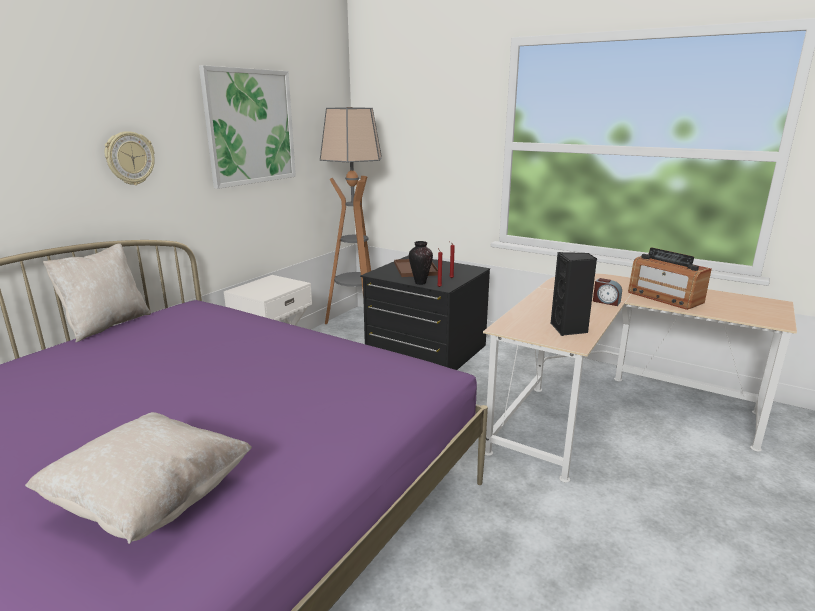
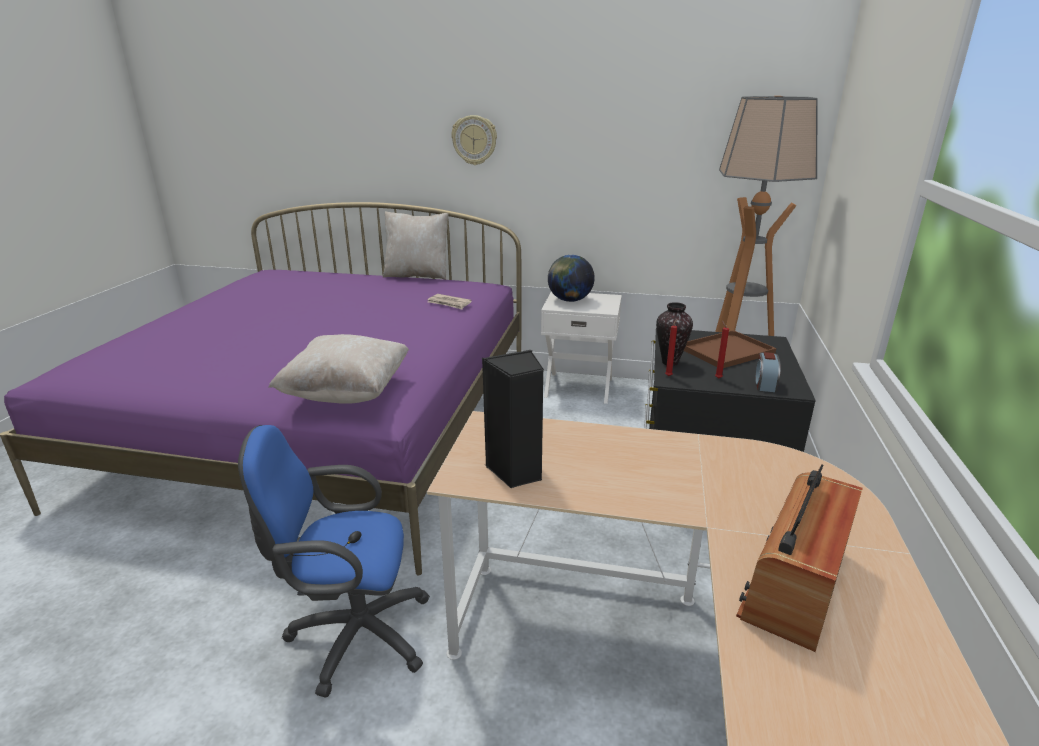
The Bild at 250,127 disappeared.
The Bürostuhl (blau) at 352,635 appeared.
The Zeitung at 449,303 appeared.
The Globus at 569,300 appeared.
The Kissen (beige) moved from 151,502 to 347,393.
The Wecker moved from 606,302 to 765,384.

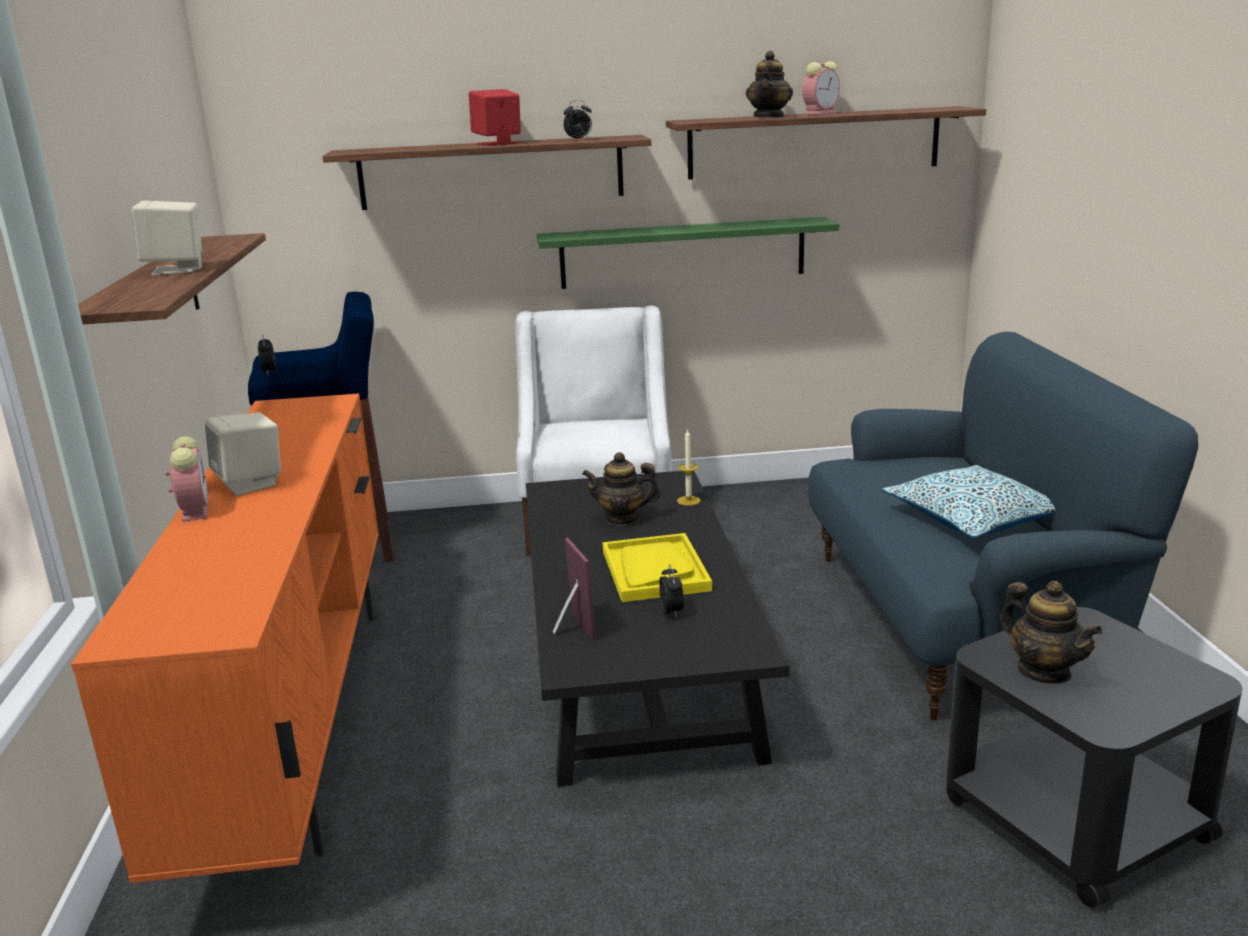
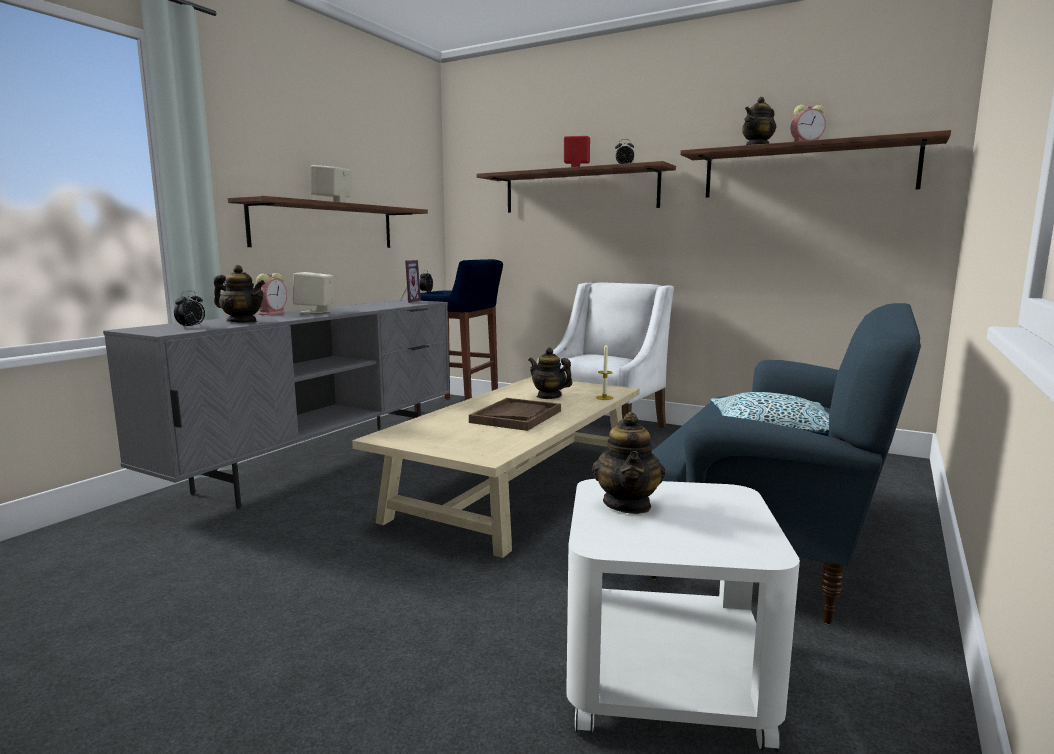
The Wandregal (grün) at 683,253 disappeared.
The Teekanne at 242,322 appeared.
The Bilderrahmen moved from 570,630 to 408,301.
The Wecker moved from 672,612 to 191,327.
The Fernsehschrank (orange) at 298,720 became the Fernsehschrank (grau) at 322,461.
The Couchtisch (schwarz) at 640,657 became the Couchtisch (beige) at 519,487.
The Tablett (gelb) at 654,570 became the Tablett (braun) at 516,416.
The Beistelltisch (schwarz) at 1072,817 became the Beistelltisch (weiß) at 665,676.

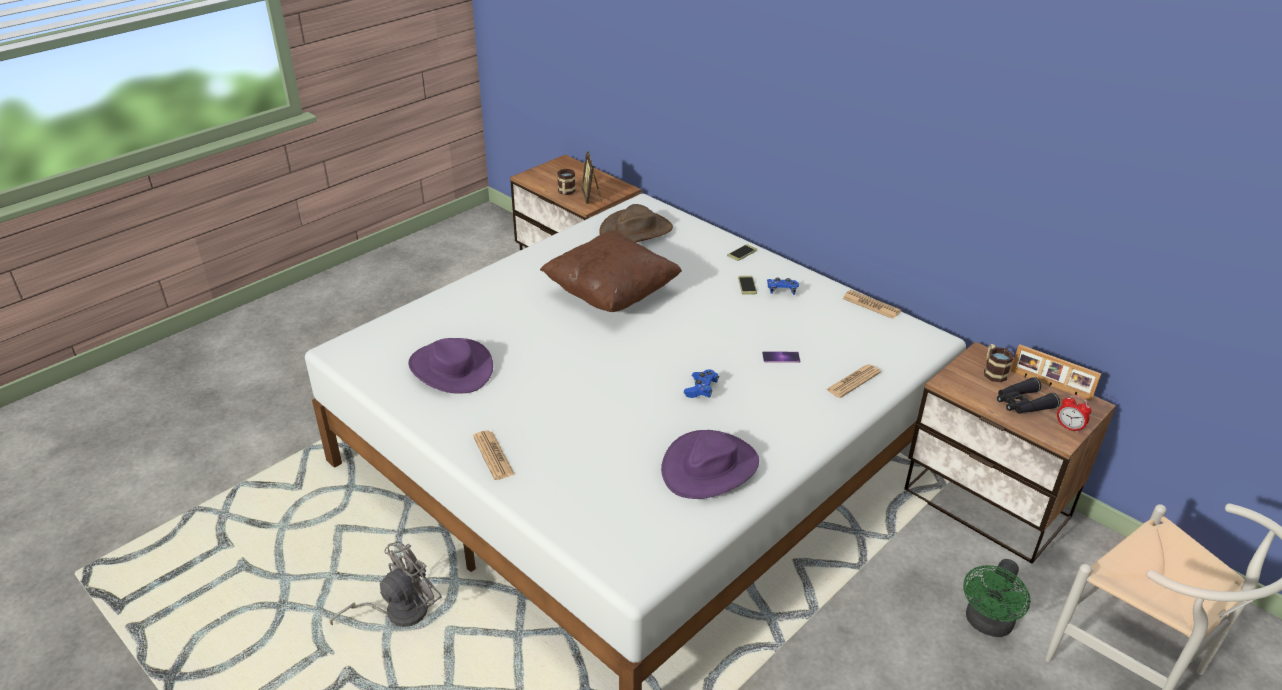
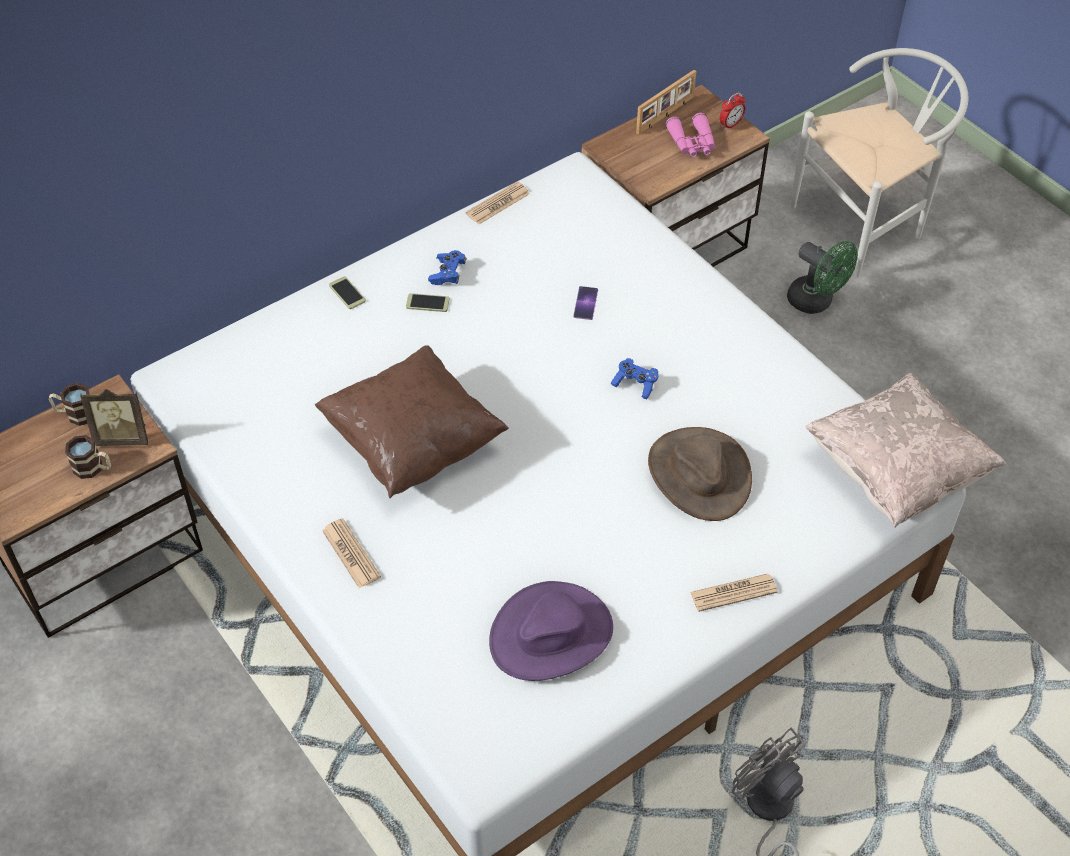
The Hut (lila) at 709,467 disappeared.
The Kissen (beige) at 896,471 appeared.
The Hut (braun) moved from 636,230 to 698,474.
The Zeitung moved from 853,381 to 351,554.
The Henkelbecher moved from 993,372 to 75,414.
The Fernglas (schwarz) at 1022,404 became the Fernglas (rosa) at 692,143.

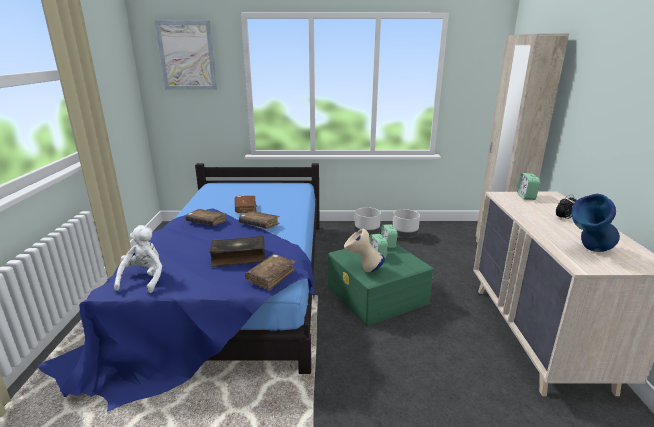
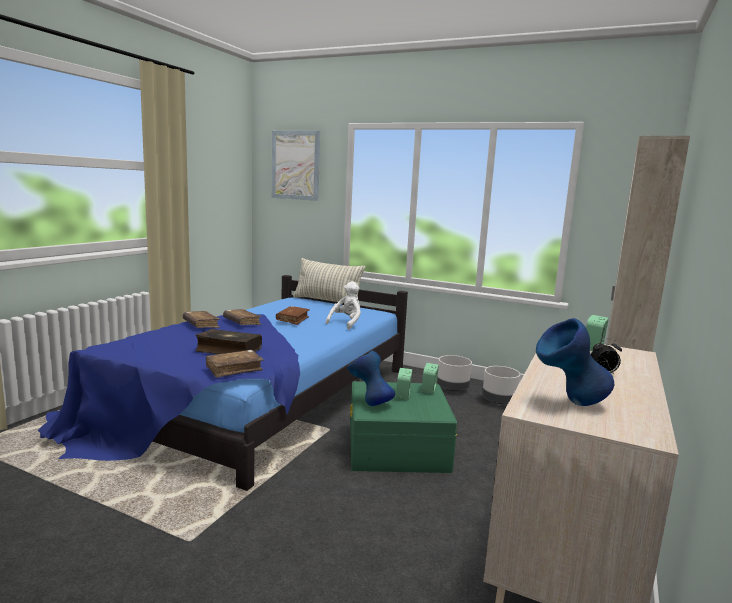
The Kissen at 327,301 appeared.
The Plüschtier (weiß) moved from 144,279 to 346,323.
The Buch (braun) moved from 259,224 to 201,325.
The Vase (beige) at 363,269 became the Vase (blau) at 369,403.

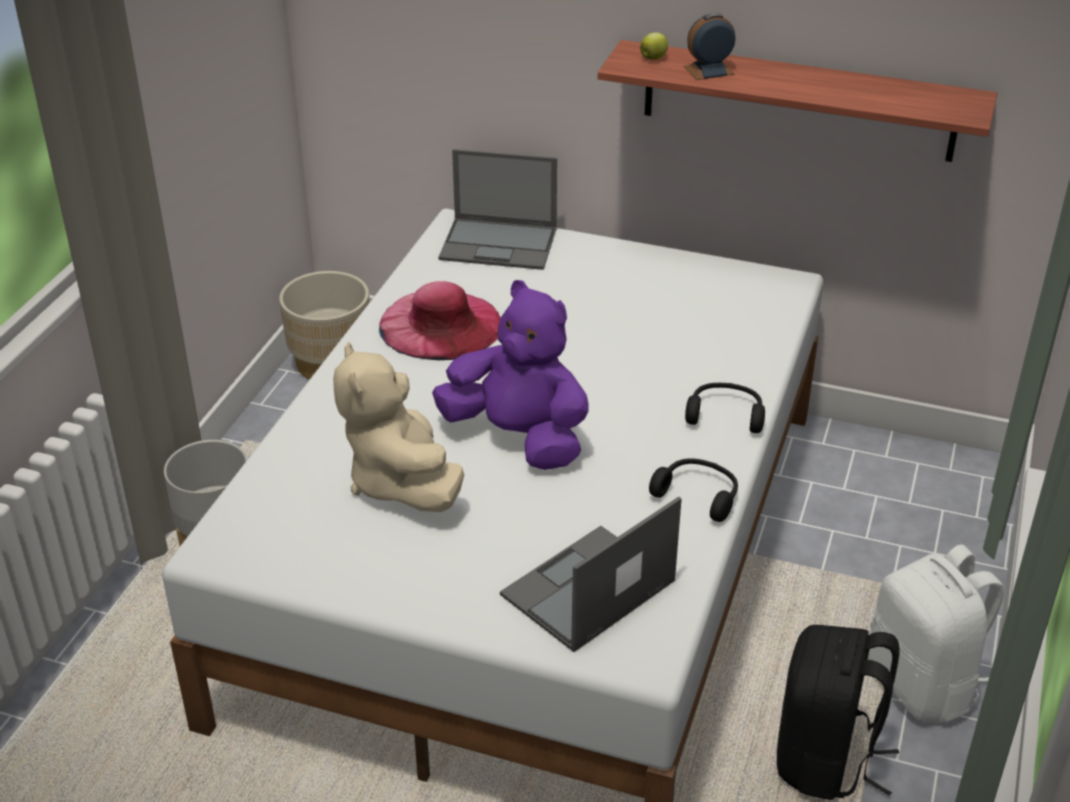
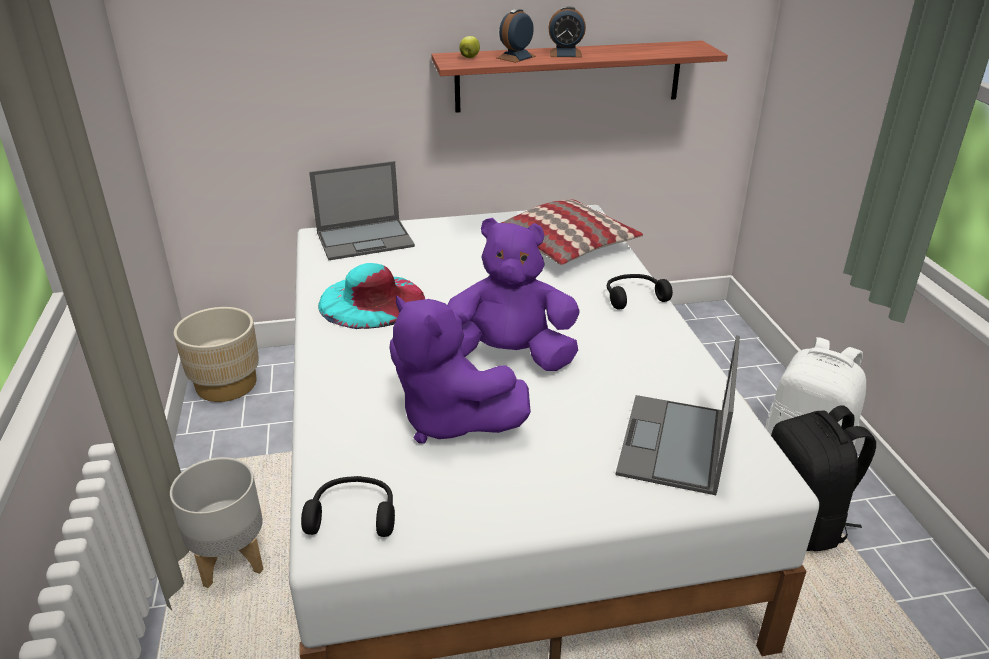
The Kissen at 567,246 appeared.
The Wecker at 565,54 appeared.
The Kopfhörer (schwarz) moved from 698,495 to 353,515.
The Plüschtier (beige) at 400,482 became the Plüschtier (lila) at 449,420.
The Hut (rosa) at 440,324 became the Hut (türkis) at 371,301.

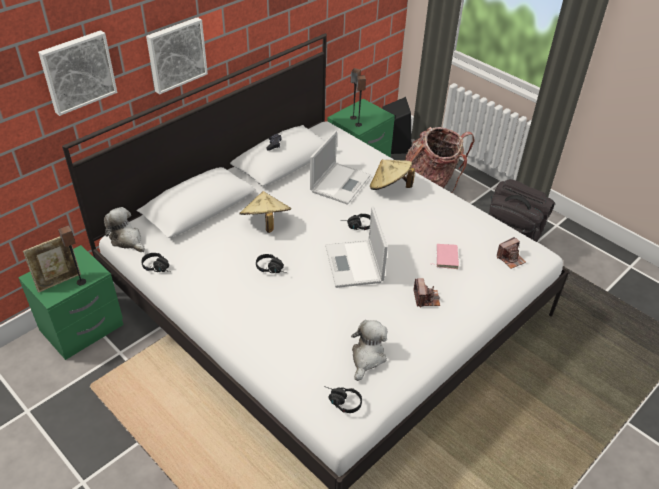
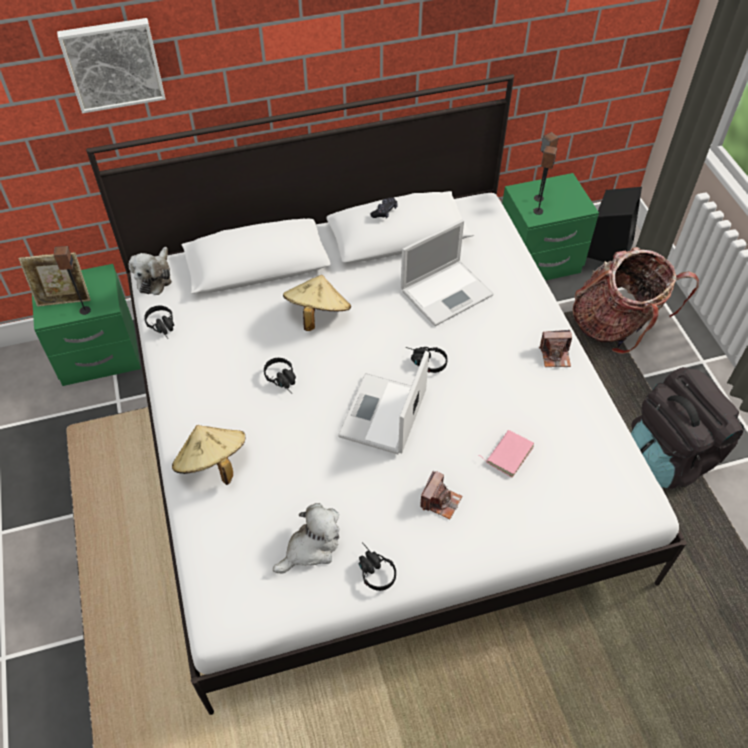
The Bild at 176,54 disappeared.
The Kopfhörer (schwarz) moved from 341,402 to 373,569.
The Hut (beige) moved from 389,187 to 212,465.
The Kamera moved from 510,259 to 555,355.
The Plüschtier at 127,240 turned 150 degrees counterclockwise.

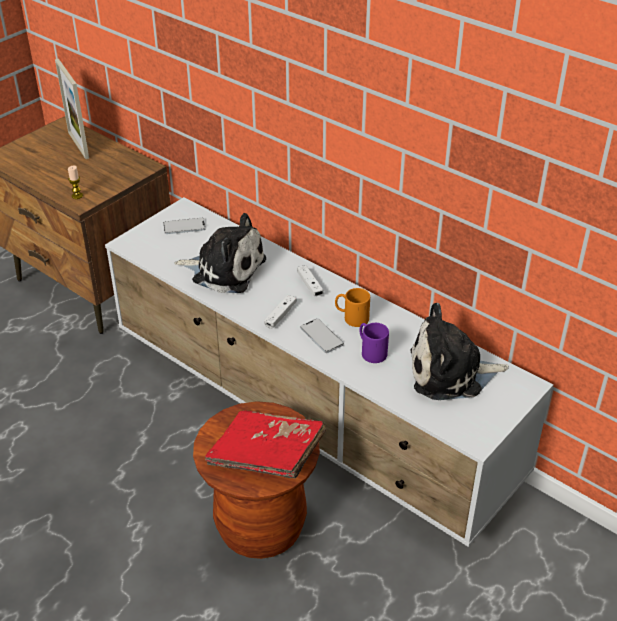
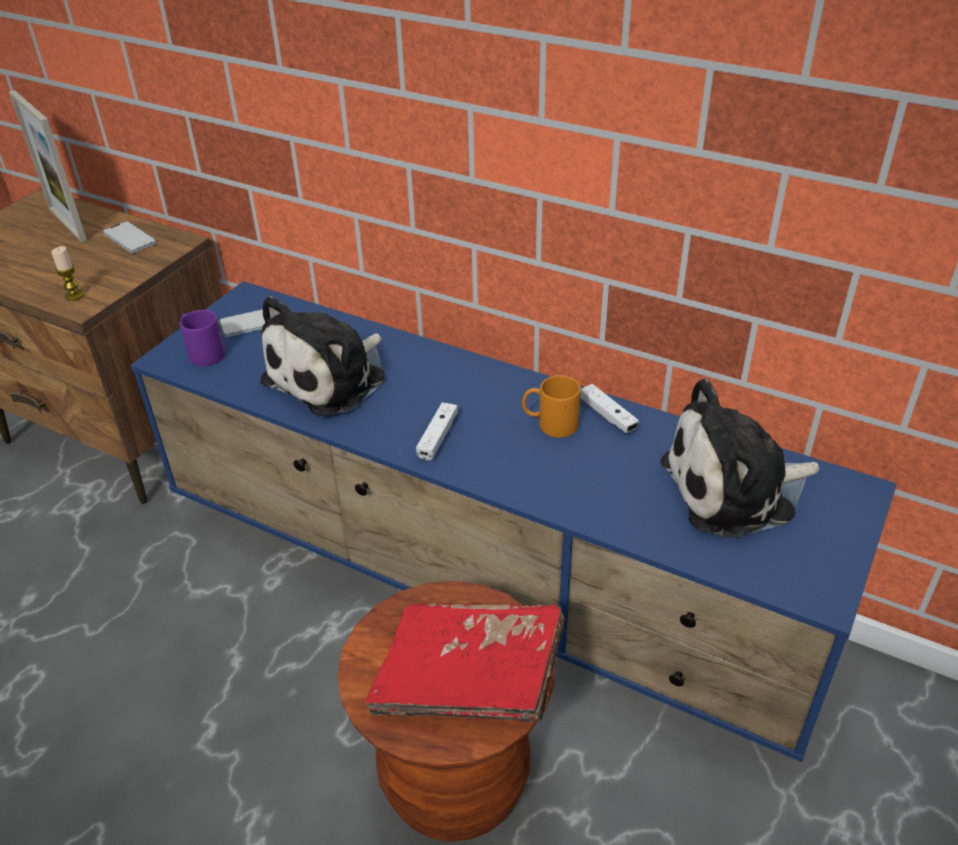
The Gamepad (weiß) moved from 310,285 to 607,415.
The Handy moved from 321,336 to 130,238.
The Henkelbecher (lila) moved from 370,351 to 202,352.
The Fernsehschrank (weiß) at 310,418 became the Fernsehschrank (blau) at 487,584.
The Plüschtier at 225,269 turned 120 degrees clockwise.

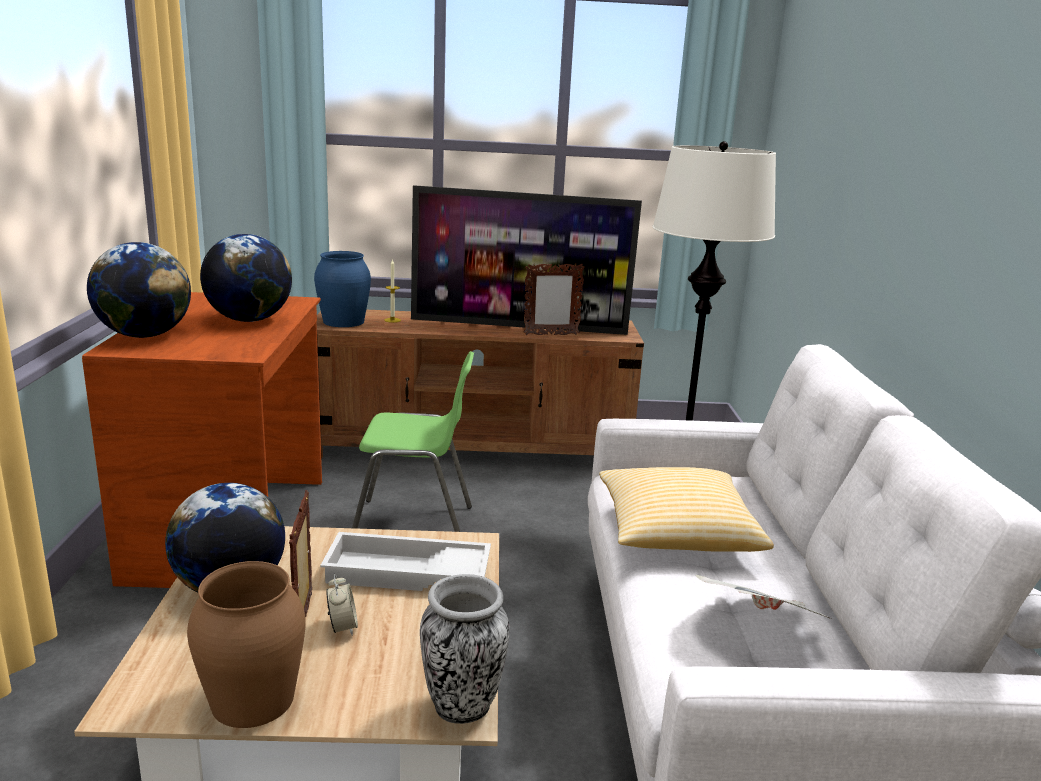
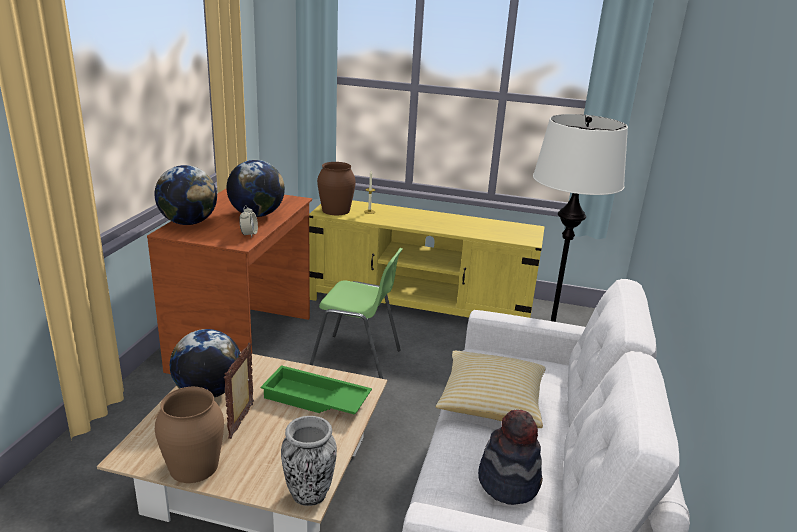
The Fernseher at 519,326 disappeared.
The Bilderrahmen at 550,335 disappeared.
The Wecker moved from 342,627 to 249,234.
The Zeitung at 760,627 was replaced by the Hut at 508,481.
The Vase (blau) at 344,321 became the Vase (braun) at 336,210.
The Fernsehschrank (braun) at 474,448 became the Fernsehschrank (gelb) at 421,305.
The Tablett (weiß) at 406,574 became the Tablett (grün) at 314,400.

